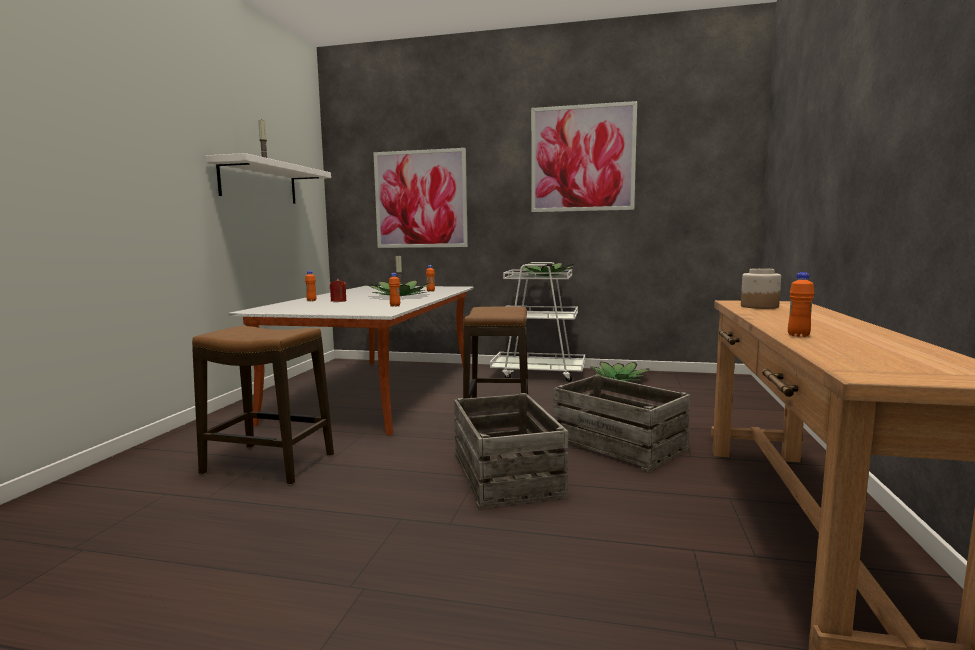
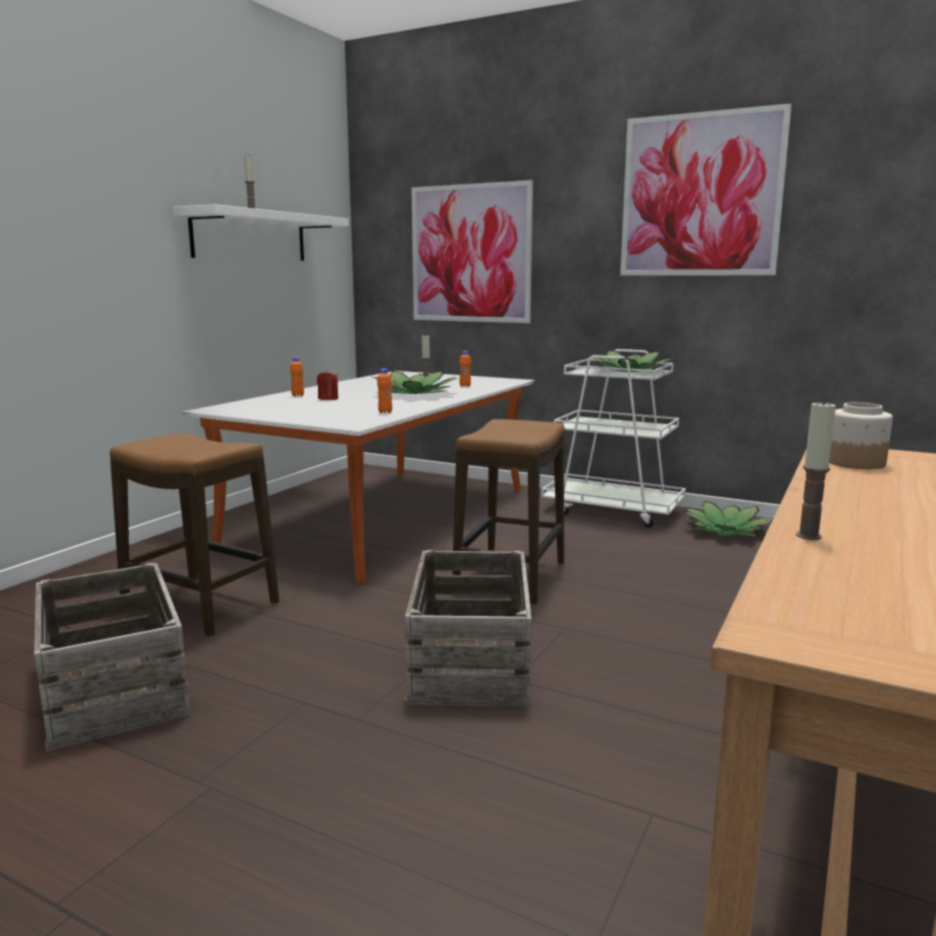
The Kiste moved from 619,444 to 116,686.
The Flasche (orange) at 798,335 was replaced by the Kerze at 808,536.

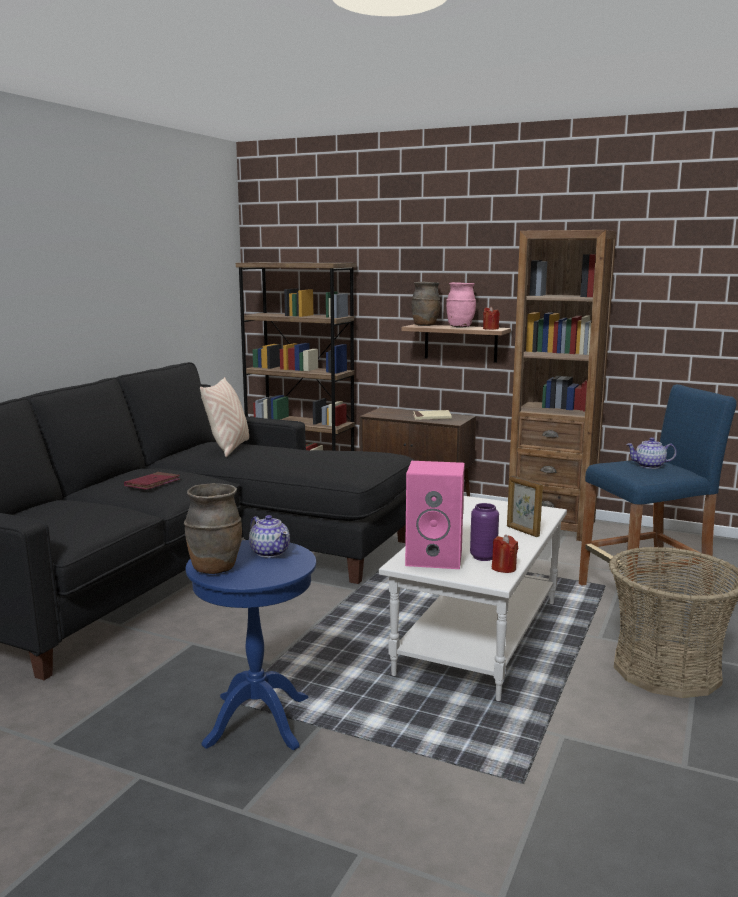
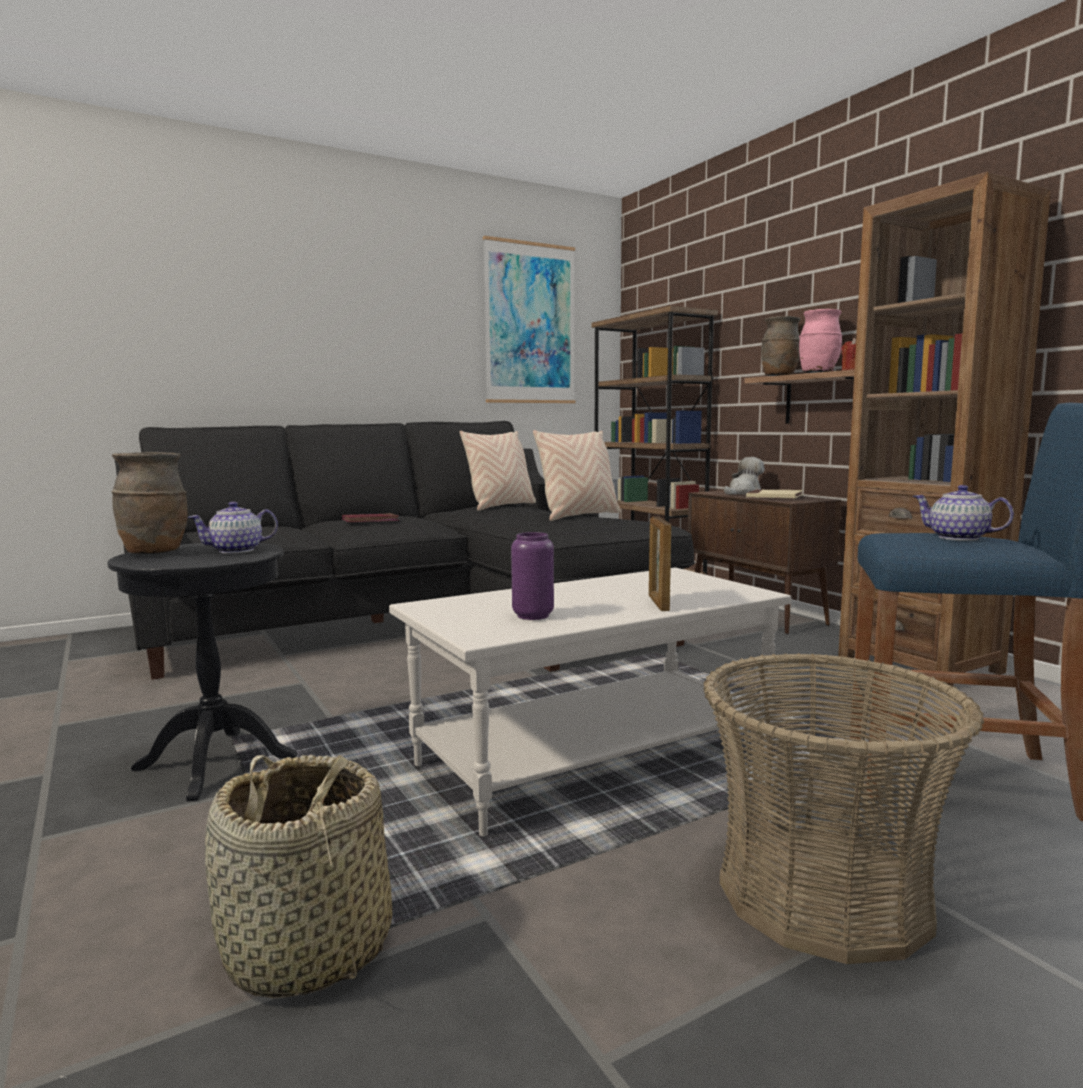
The Lautsprecher (rosa) at 435,558 disappeared.
The Kerze (rot) at 503,568 disappeared.
The Korb at 308,950 appeared.
The Bild at 530,324 appeared.
The Kissen (beige) at 579,516 appeared.
The Plüschtier at 743,493 appeared.
The Beistelltisch (blau) at 257,721 became the Beistelltisch (schwarz) at 216,763.
The Teekanne at 270,552 turned 60 degrees clockwise.

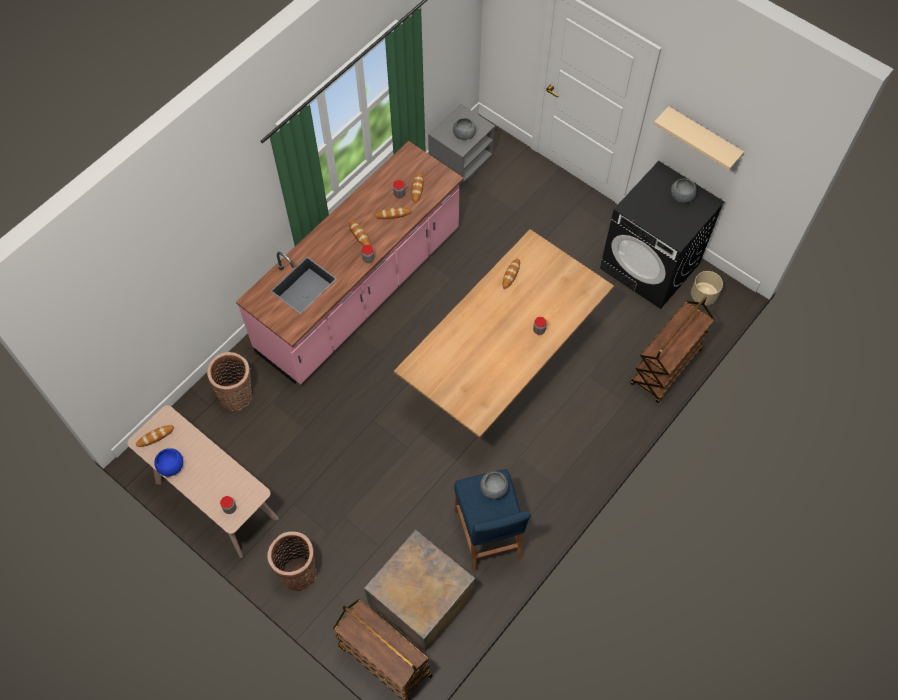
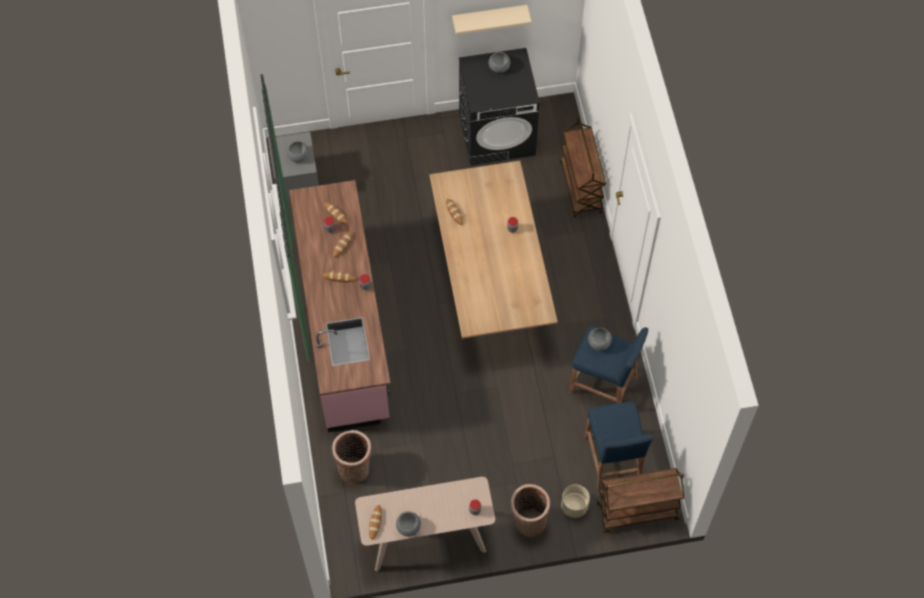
The Pflanzkübel (beige) moved from 703,296 to 574,506.
The Kiste at 419,598 was replaced by the Hocker (blau) at 612,459.
The Schüssel (blau) at 171,466 became the Schüssel (grau) at 408,527.

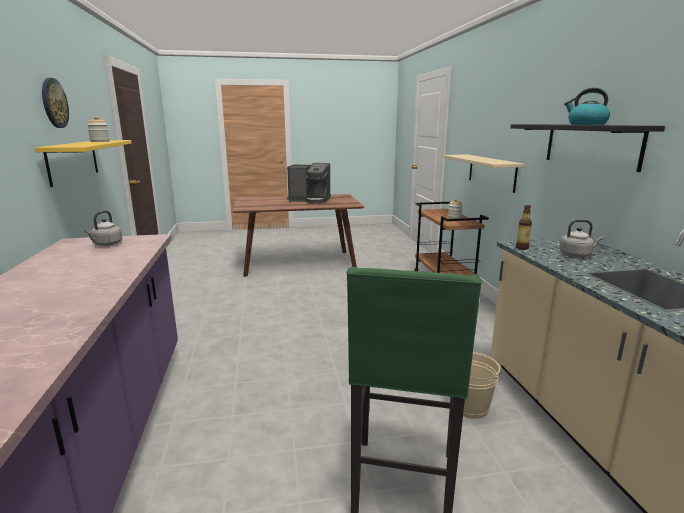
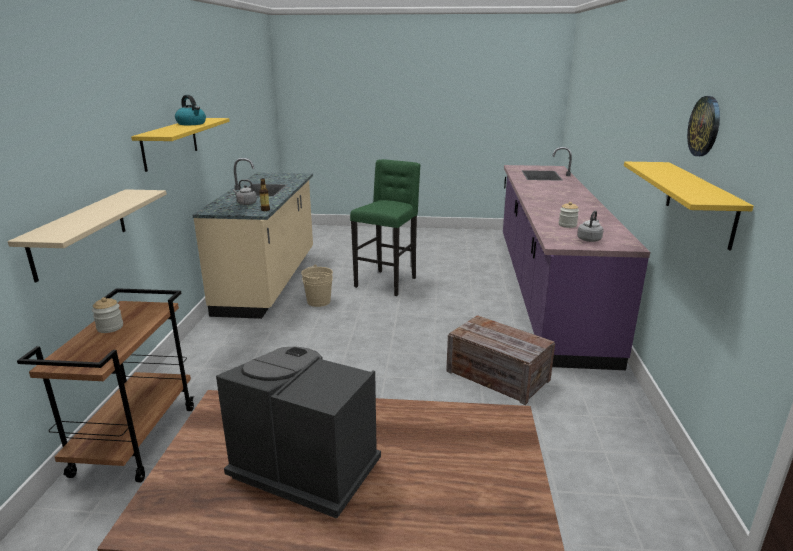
The Kiste at 498,376 appeared.
The Vorratsglas moved from 100,141 to 567,225.
The Wandregal (schwarz) at 590,145 became the Wandregal (gelb) at 170,143.

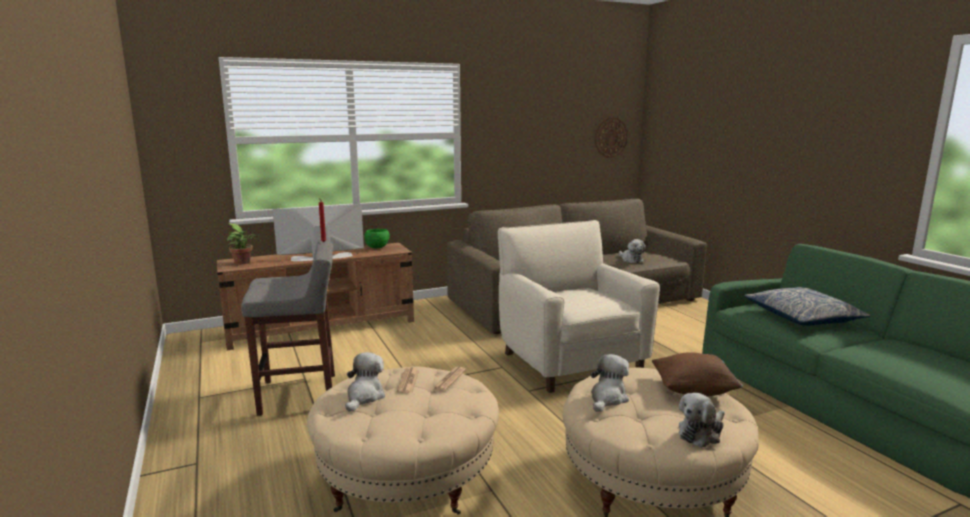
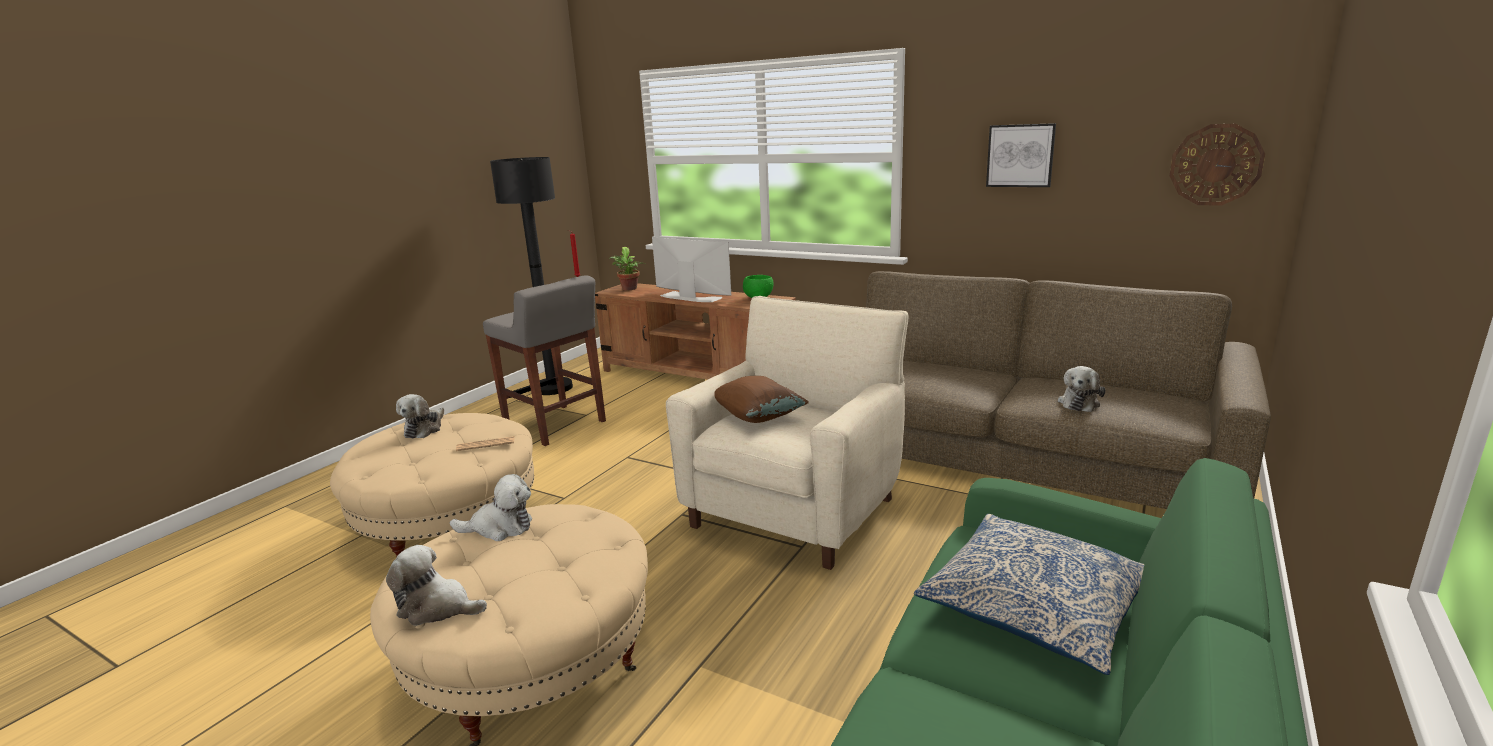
The Zeitung at 408,381 disappeared.
The Stehlampe (schwarz) at 553,388 appeared.
The Bild at 1020,155 appeared.
The Kissen (braun) moved from 694,390 to 758,417.
The Plüschtier at 364,396 turned 120 degrees clockwise.

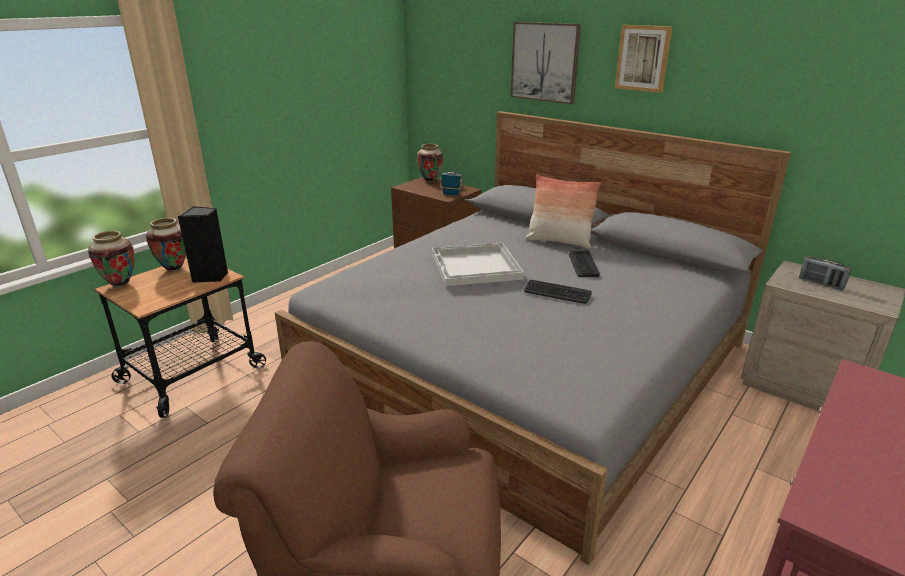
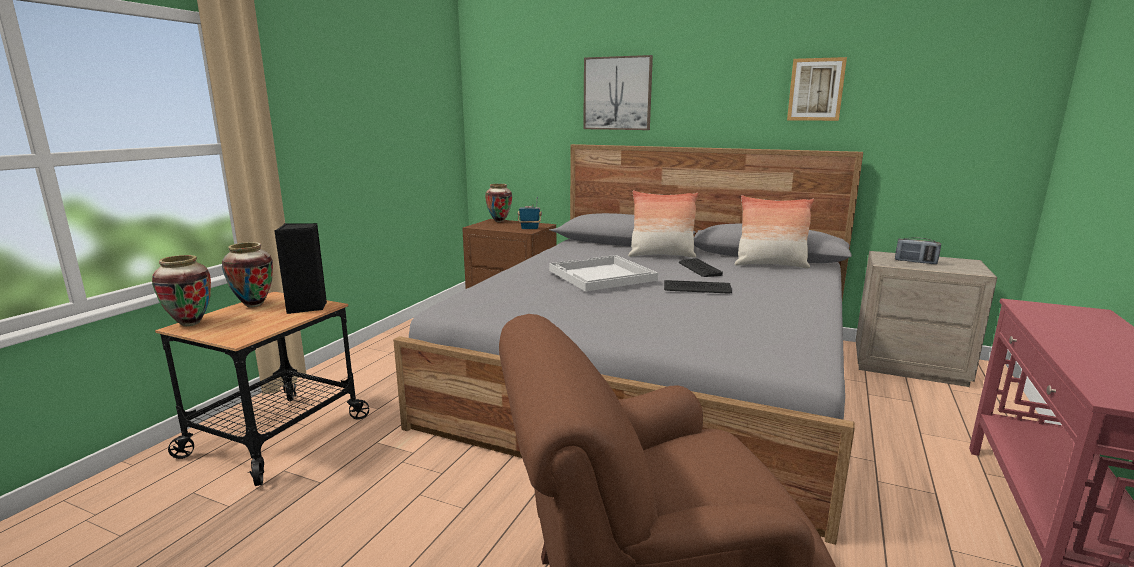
The Kissen at 770,265 appeared.
The Bild moved from 643,58 to 816,89.

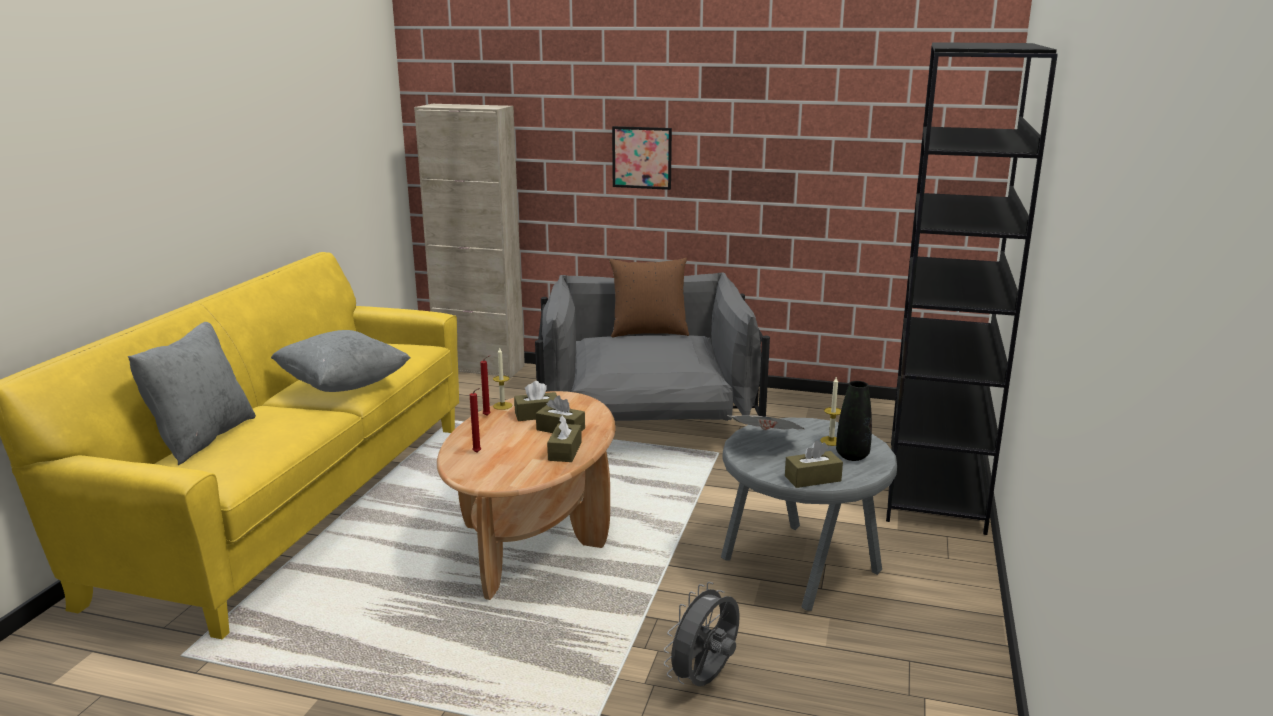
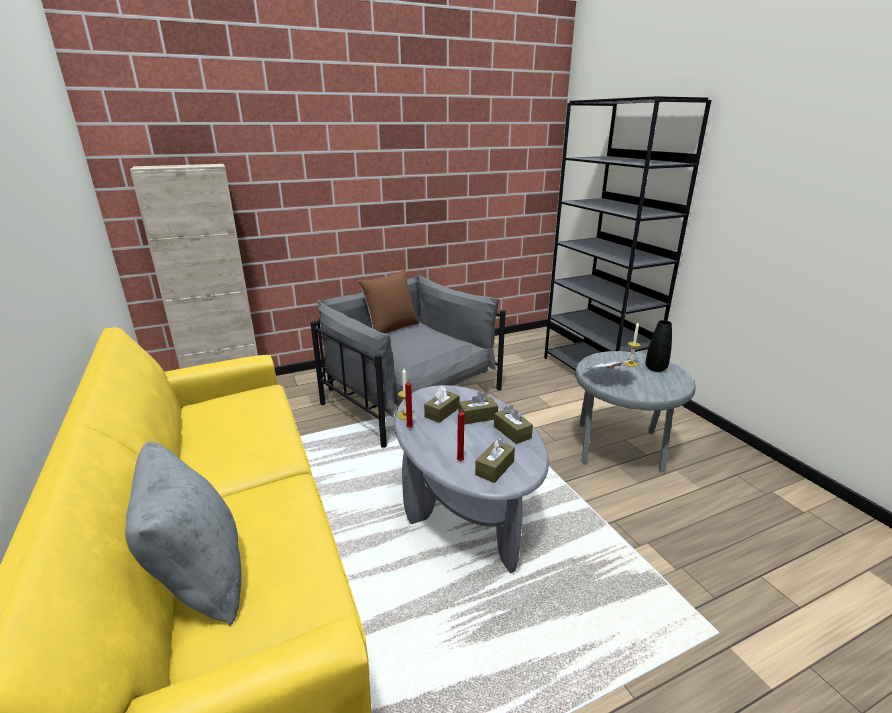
The Kissen (grau) at 343,385 disappeared.
The Bild at 642,157 disappeared.
The Ventilator (grau) at 705,680 disappeared.
The Taschentuchbox (braun) moved from 812,478 to 494,468.
The Couchtisch (braun) at 534,538 became the Couchtisch (grau) at 465,506.

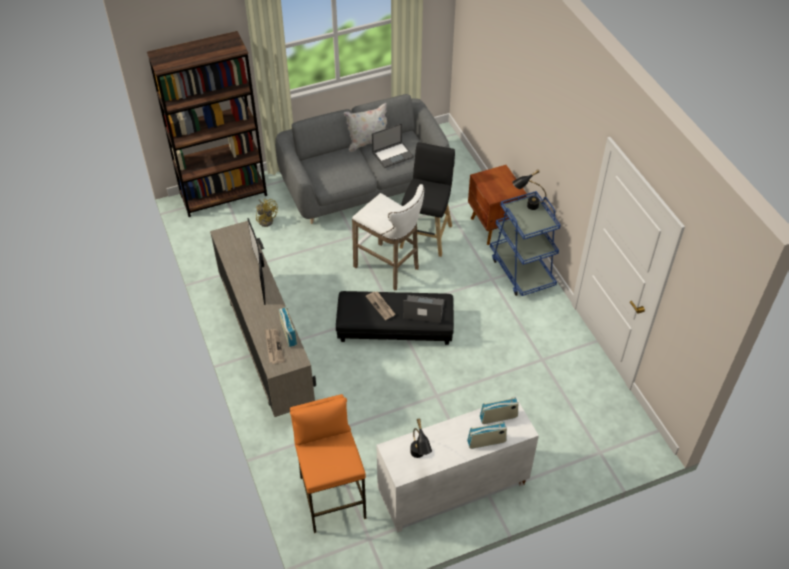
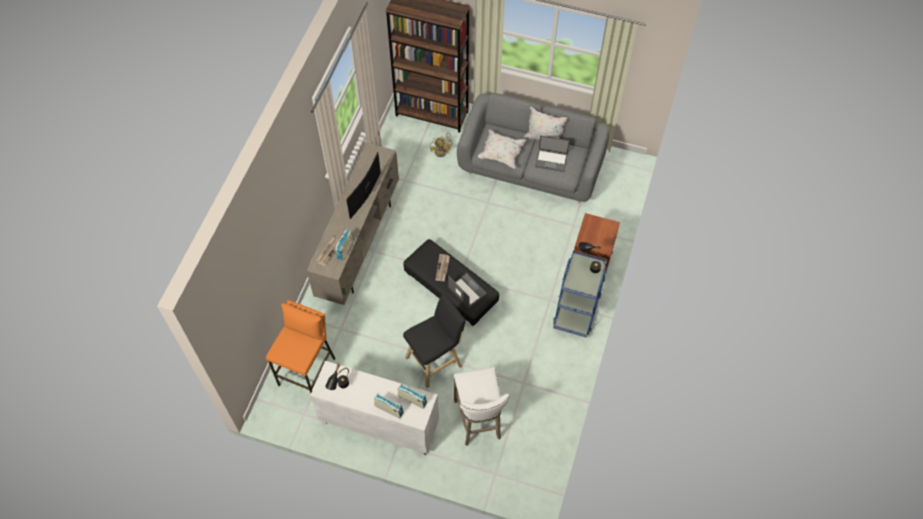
The Kissen (weiß) at 501,154 appeared.
The Hocker (weiß) moved from 389,268 to 478,422.
The Hocker (schwarz) moved from 427,235 to 436,361.

